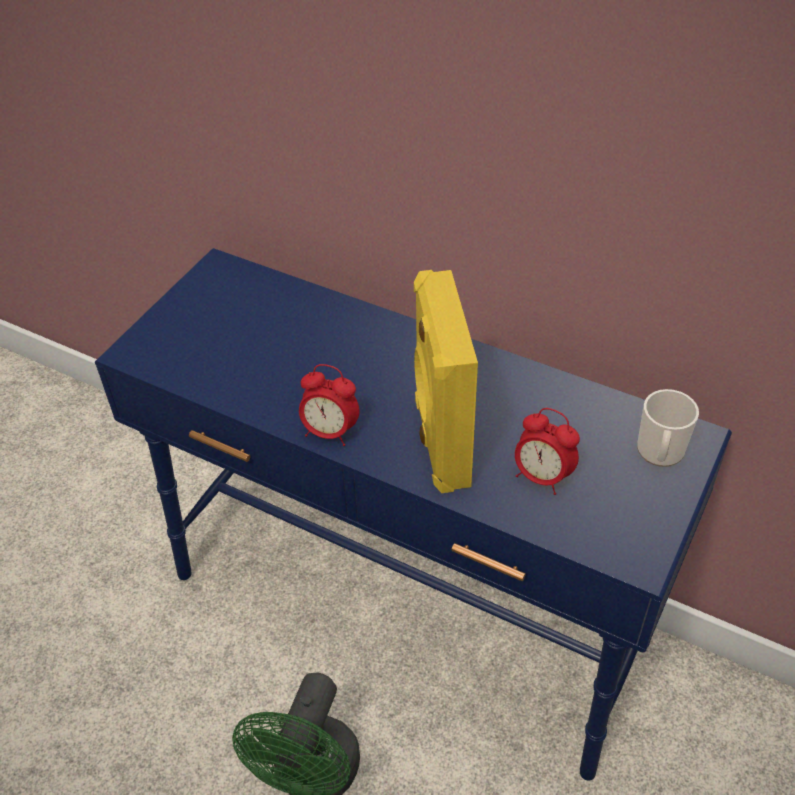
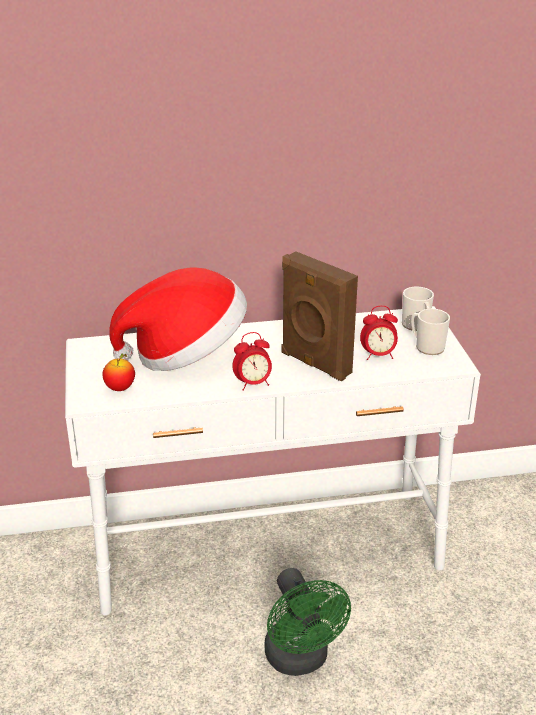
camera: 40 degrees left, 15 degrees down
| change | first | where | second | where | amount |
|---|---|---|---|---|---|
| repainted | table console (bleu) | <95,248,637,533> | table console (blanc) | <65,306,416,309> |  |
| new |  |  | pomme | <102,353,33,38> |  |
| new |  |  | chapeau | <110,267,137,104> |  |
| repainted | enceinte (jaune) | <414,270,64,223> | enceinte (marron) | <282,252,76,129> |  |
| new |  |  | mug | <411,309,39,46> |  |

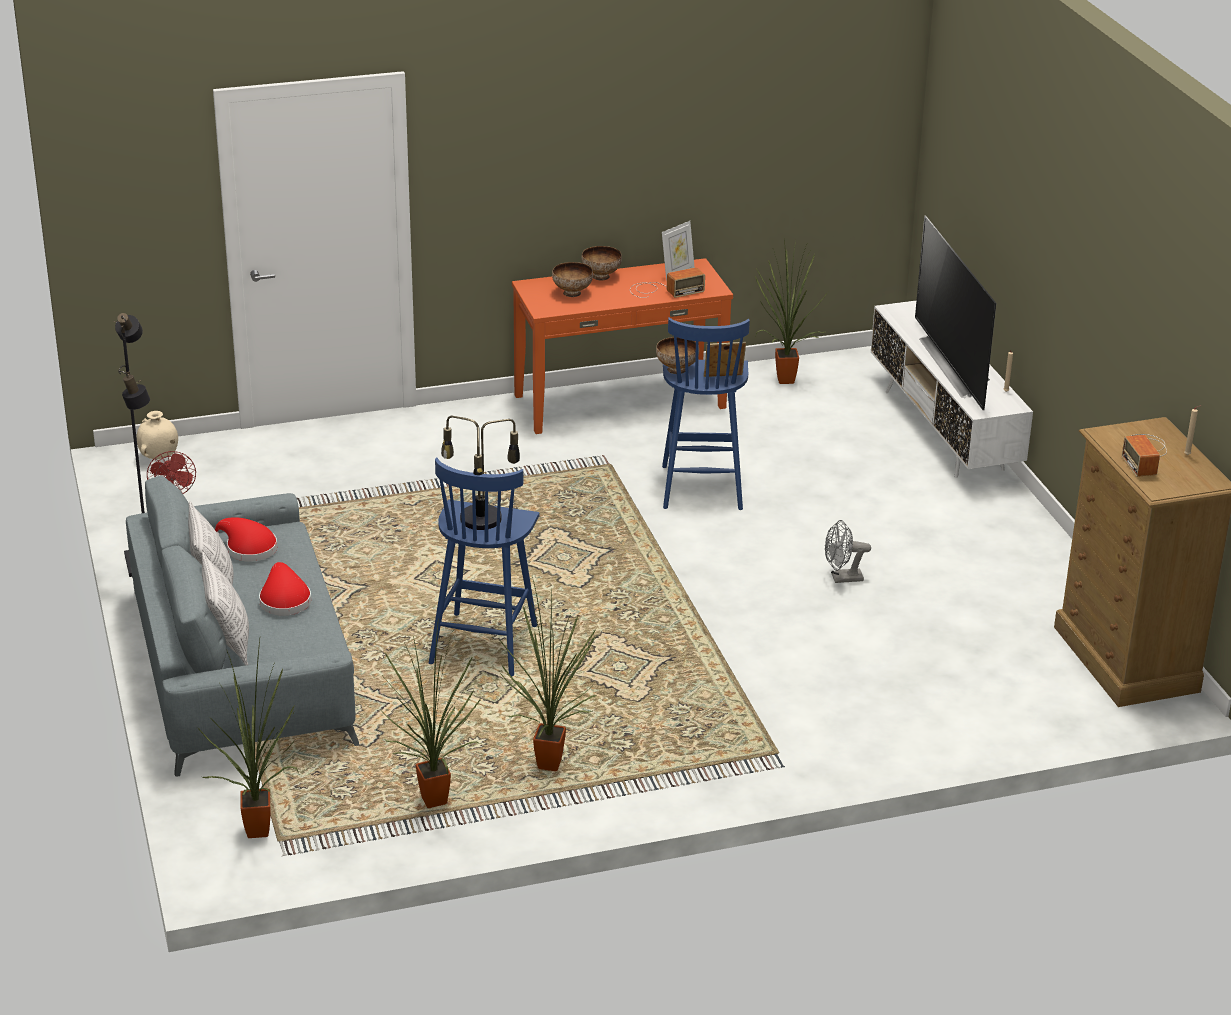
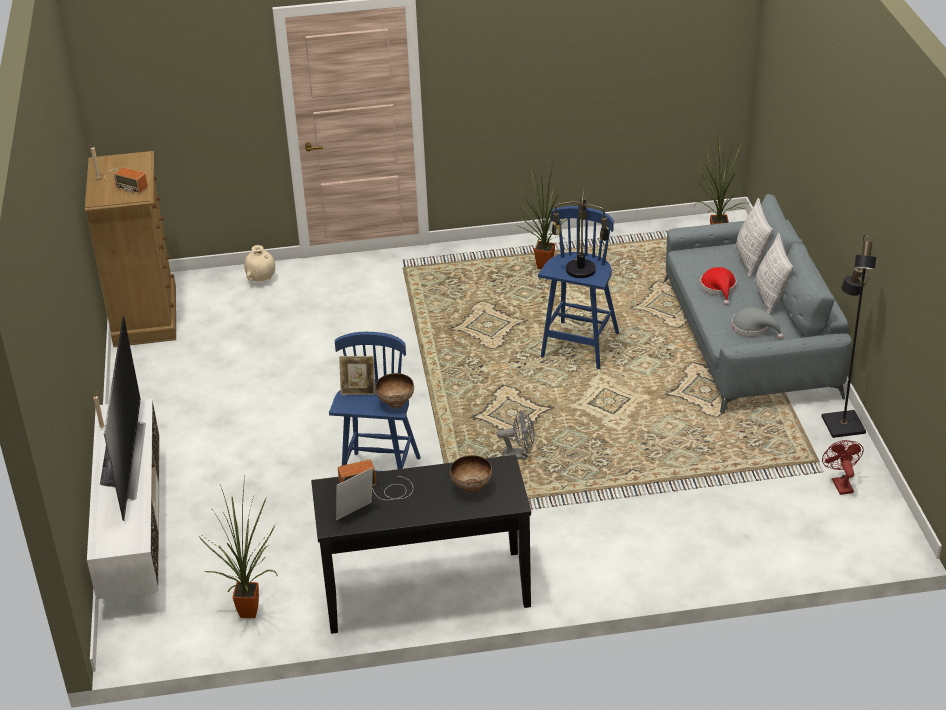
camera: 170 degrees left, 5 degrees up
| change | first | where | second | where | amount |
|---|---|---|---|---|---|
| rotated | radio | <1122,434,45,43> |  | <105,167,43,27> | 120 degrees clockwise |
| shifted | vase (beige) | <136,411,42,48> |  | <244,245,31,37> |  |
| repainted | table console (orange) | <512,258,221,176> | table console (noir) | <311,455,220,179> |  |
| shifted | ventilateur (gris) | <825,520,46,63> |  | <497,410,38,49> |  |
| repainted | chapeau (rouge) | <215,517,62,45> | chapeau (gris) | <731,307,52,32> |  |
| gone | plante en pot | <382,624,99,184> |  |  |  |
| gone | bol | <581,246,41,34> |  |  |  |

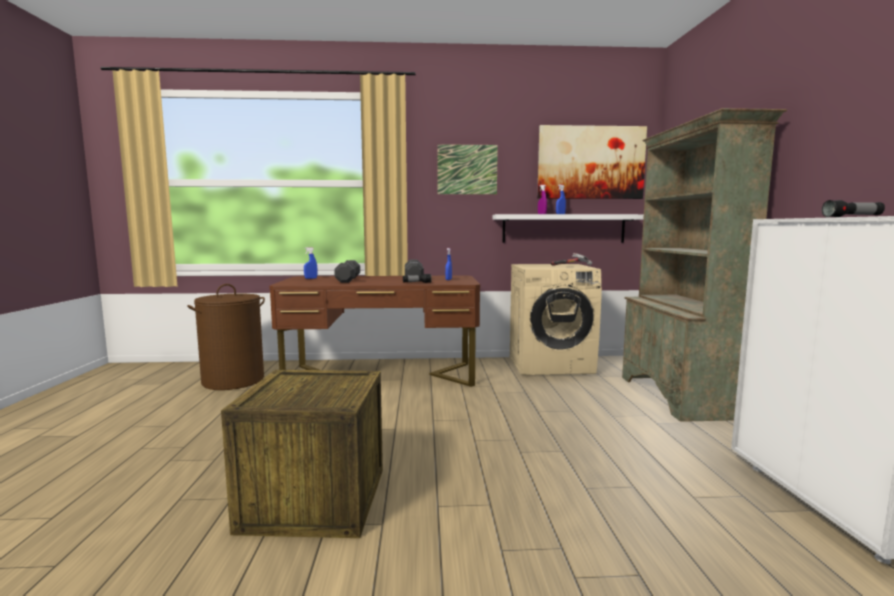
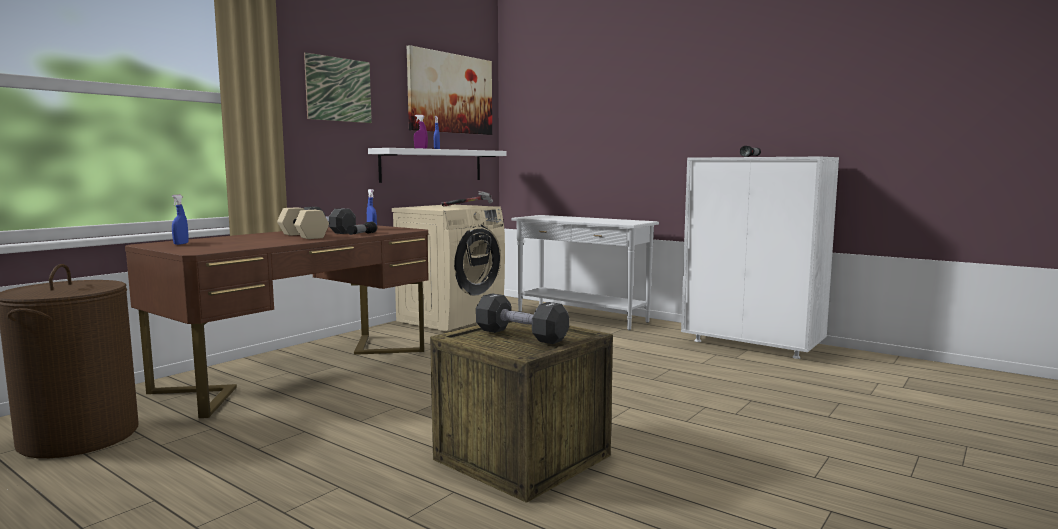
camera: 50 degrees left, 0 degrees up
| change | first | where | second | where | amount |
|---|---|---|---|---|---|
| new |  |  | haltère (beige) | <277,207,52,32> |  |
| shifted | haltère (noir) | <334,260,26,23> |  | <476,293,93,51> |  |
| swapped | bibliothèque (vert) | <622,108,165,314> | table console (blanc) | <511,215,148,115> |  |

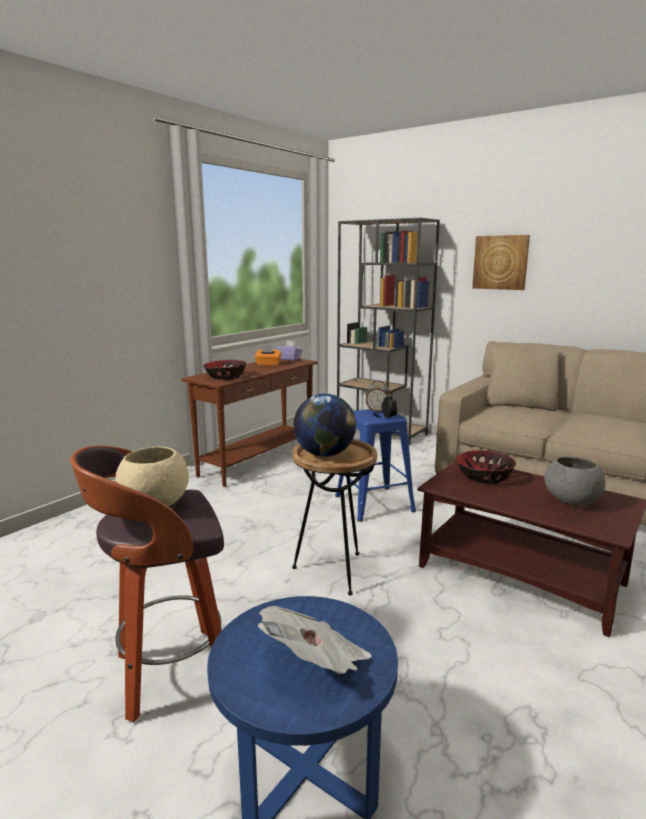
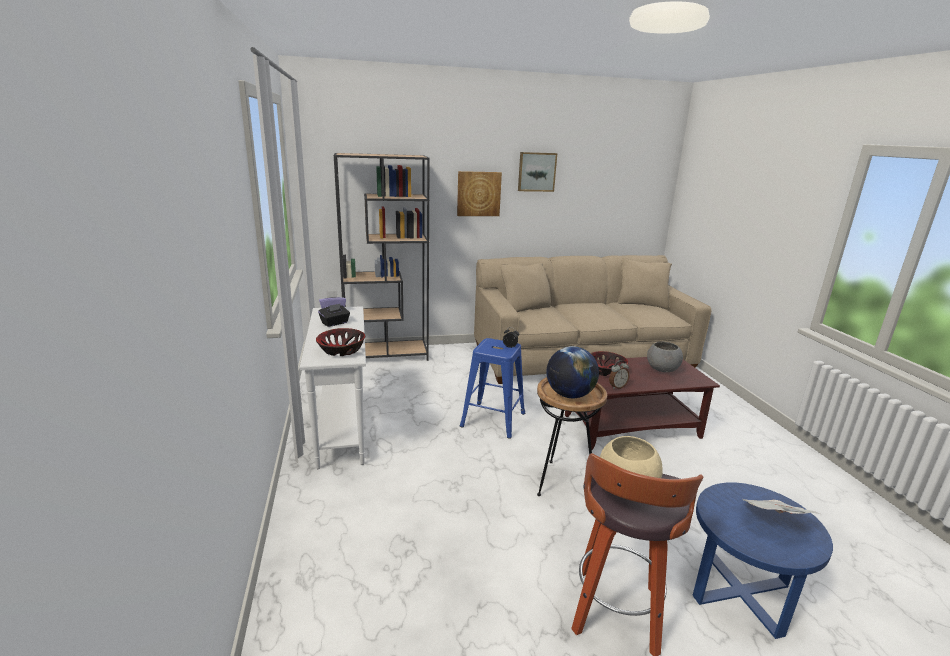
camera: 50 degrees left, 5 degrees up
| change | first | where | second | where | amount |
|---|---|---|---|---|---|
| repainted | table console (marron) | <182,359,136,128> | table console (blanc) | <300,306,66,163> |  |
| repainted | boîte à mouchoirs (orange) | <255,346,27,20> | boîte à mouchoirs (noir) | <318,303,32,24> |  |
| new |  |  | tableau | <518,152,39,40> |  |
| shifted | réveil | <366,380,24,32> |  | <609,360,21,29> |  |

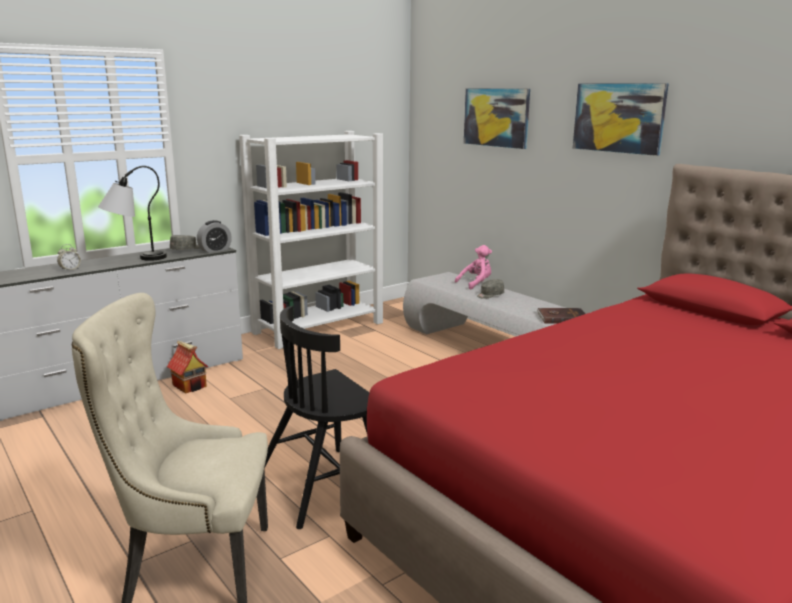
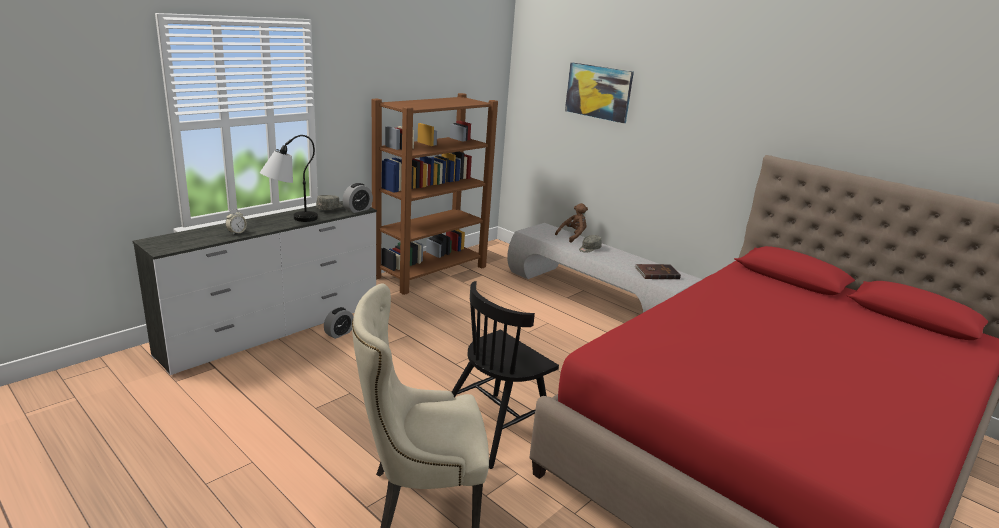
camera: 10 degrees left, 5 degrees up
| change | first | where | second | where | amount |
|---|---|---|---|---|---|
| swapped | maison miniature | <167,341,41,52> | réveil | <324,307,30,32> |  |
| repainted | bibliothèque (blanc) | <239,131,144,218> | bibliothèque (marron) | <372,93,126,202> |  |
| repainted | peluche (rose) | <455,245,37,45> | peluche (marron) | <555,203,33,40> |  |
| gone | tableau | <573,83,96,73> |  |  |  |

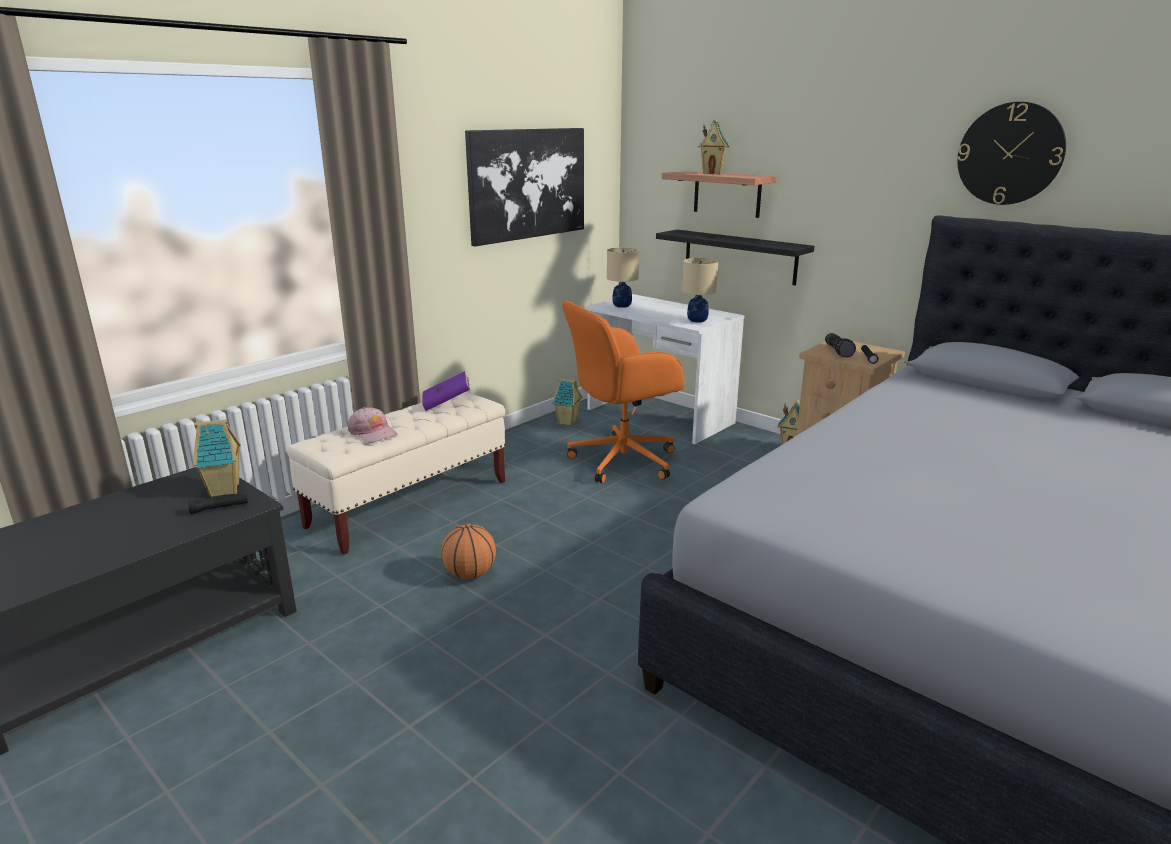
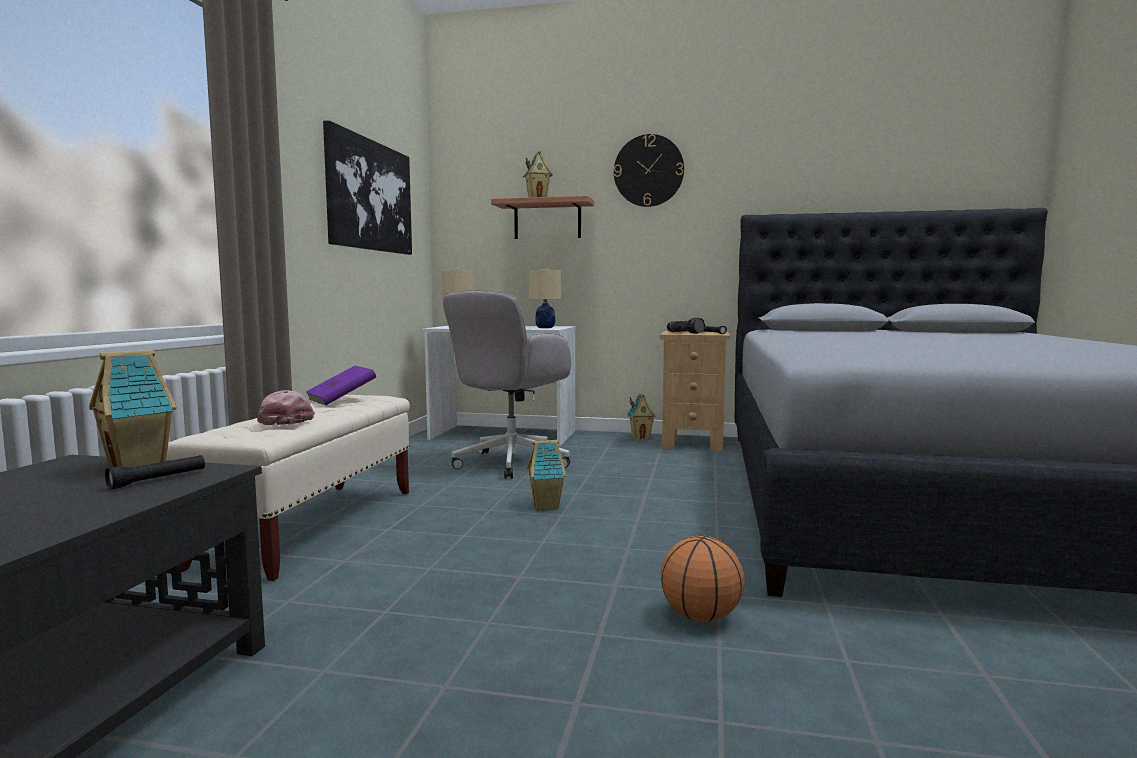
camera: 30 degrees left, 15 degrees down
| change | first | where | second | where | amount |
|---|---|---|---|---|---|
| rotated | casquette (rose) | <347,407,50,36> |  | <257,390,58,35> | 135 degrees counterclockwise |
| repainted | chaise de bureau (orange) | <562,301,122,182> | chaise de bureau (gris) | <443,290,128,189> |  |
| shifted | maison miniature | <552,378,31,48> |  | <527,440,39,70> |  |
| shifted | horloge murale | <957,102,109,103> |  | <614,134,70,73> |  |
| shifted | ballon de basket | <441,524,55,55> |  | <660,535,85,87> |  |
| gone | étagère (noir) | <656,230,159,56> |  |  |  |

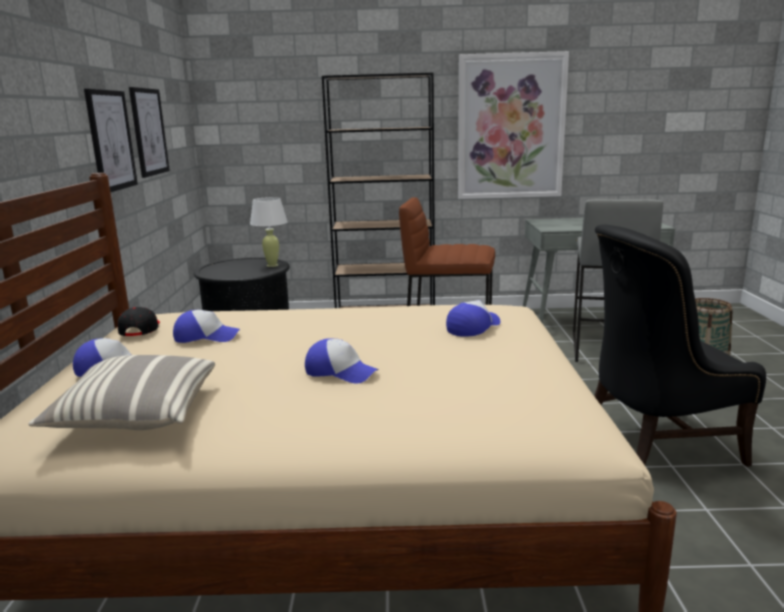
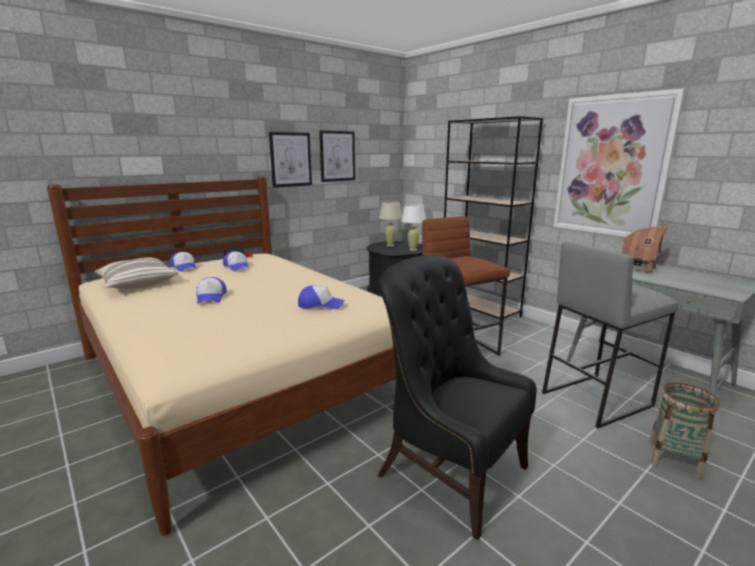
camera: 50 degrees right, 0 degrees up
| change | first | where | second | where | amount |
|---|---|---|---|---|---|
| new |  |  | lampe de table (beige) | <379,201,23,45> |  |
| new |  |  | maison miniature | <622,222,46,52> |  |

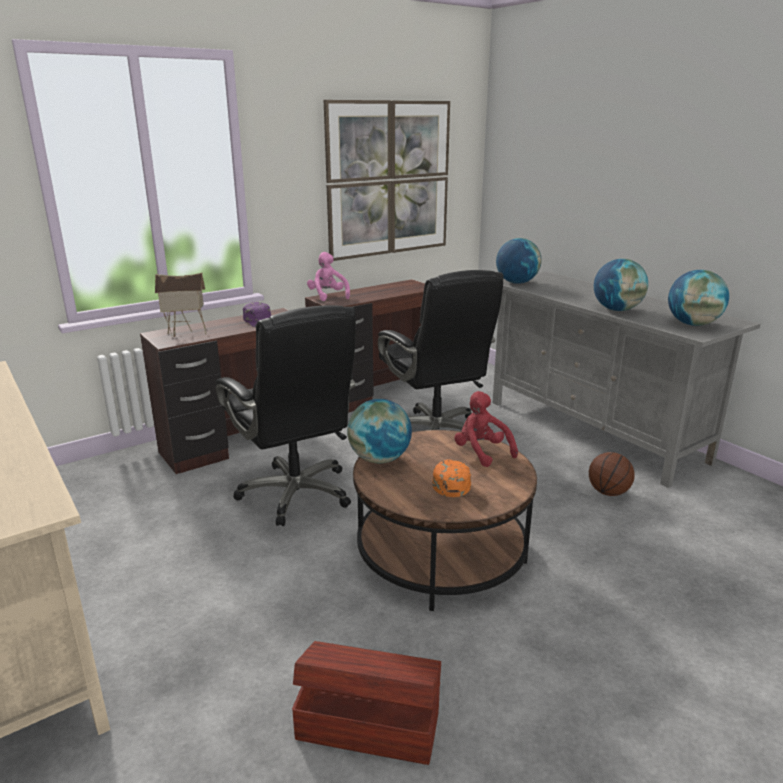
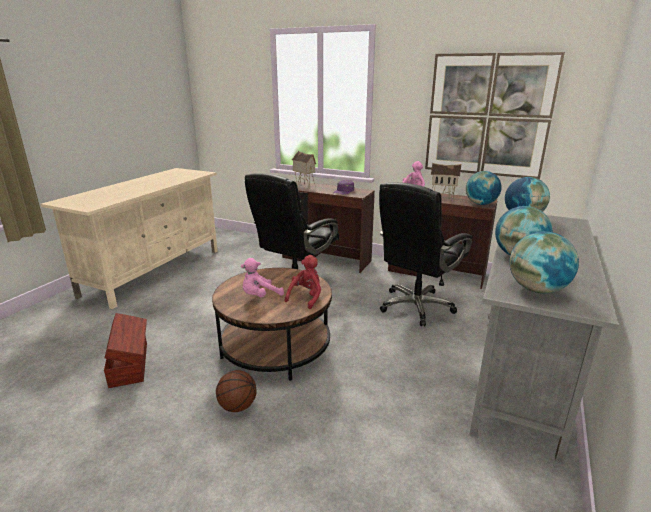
camera: 60 degrees right, 0 degrees up
| change | first | where | second | where | amount |
|---|---|---|---|---|---|
| shifted | ballon de basket | <589,452,46,44> |  | <216,370,40,42> |  |
| swapped | casquette (orange) | <432,459,39,38> | peluche (rose) | <241,258,43,39> |  |
| new |  |  | maison miniature | <431,163,31,38> |  |
| shifted | globe | <347,399,65,64> |  | <466,171,36,34> |  |

